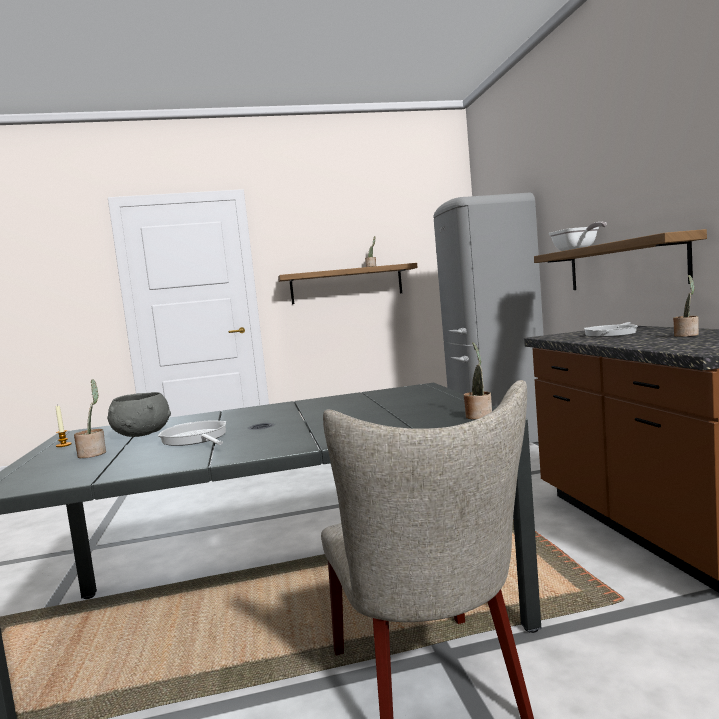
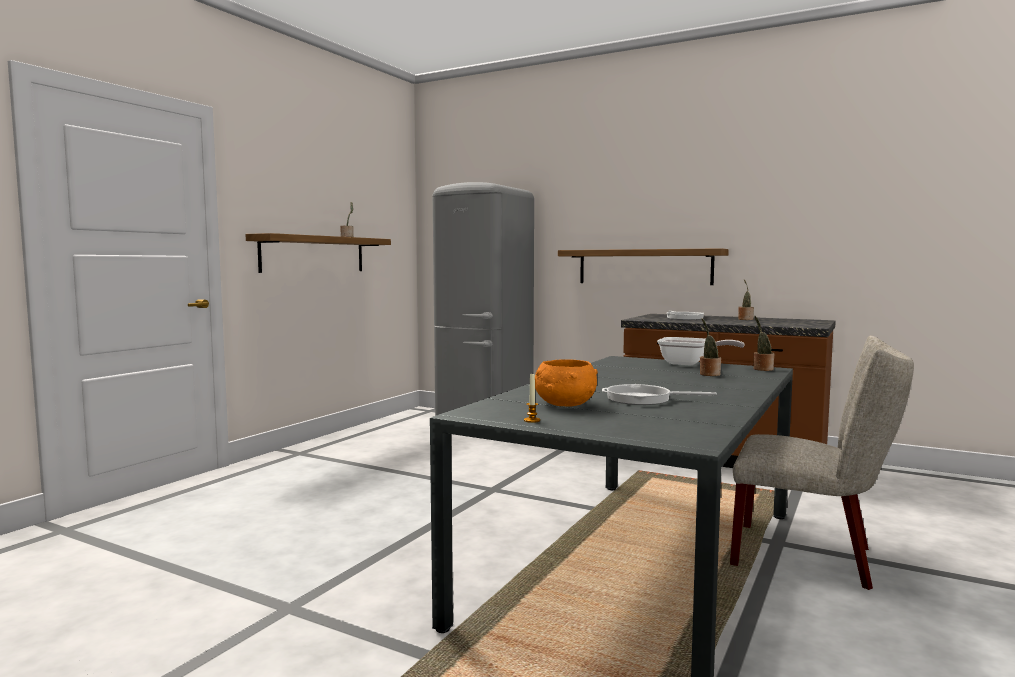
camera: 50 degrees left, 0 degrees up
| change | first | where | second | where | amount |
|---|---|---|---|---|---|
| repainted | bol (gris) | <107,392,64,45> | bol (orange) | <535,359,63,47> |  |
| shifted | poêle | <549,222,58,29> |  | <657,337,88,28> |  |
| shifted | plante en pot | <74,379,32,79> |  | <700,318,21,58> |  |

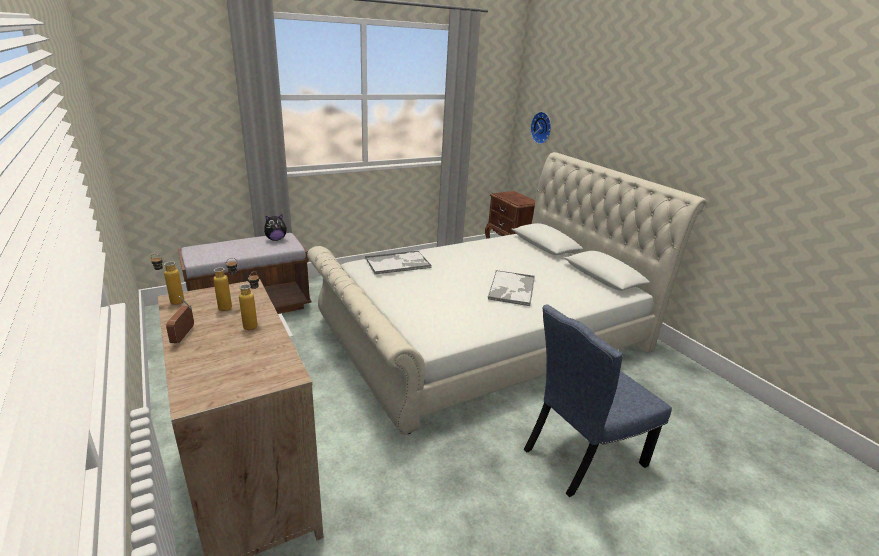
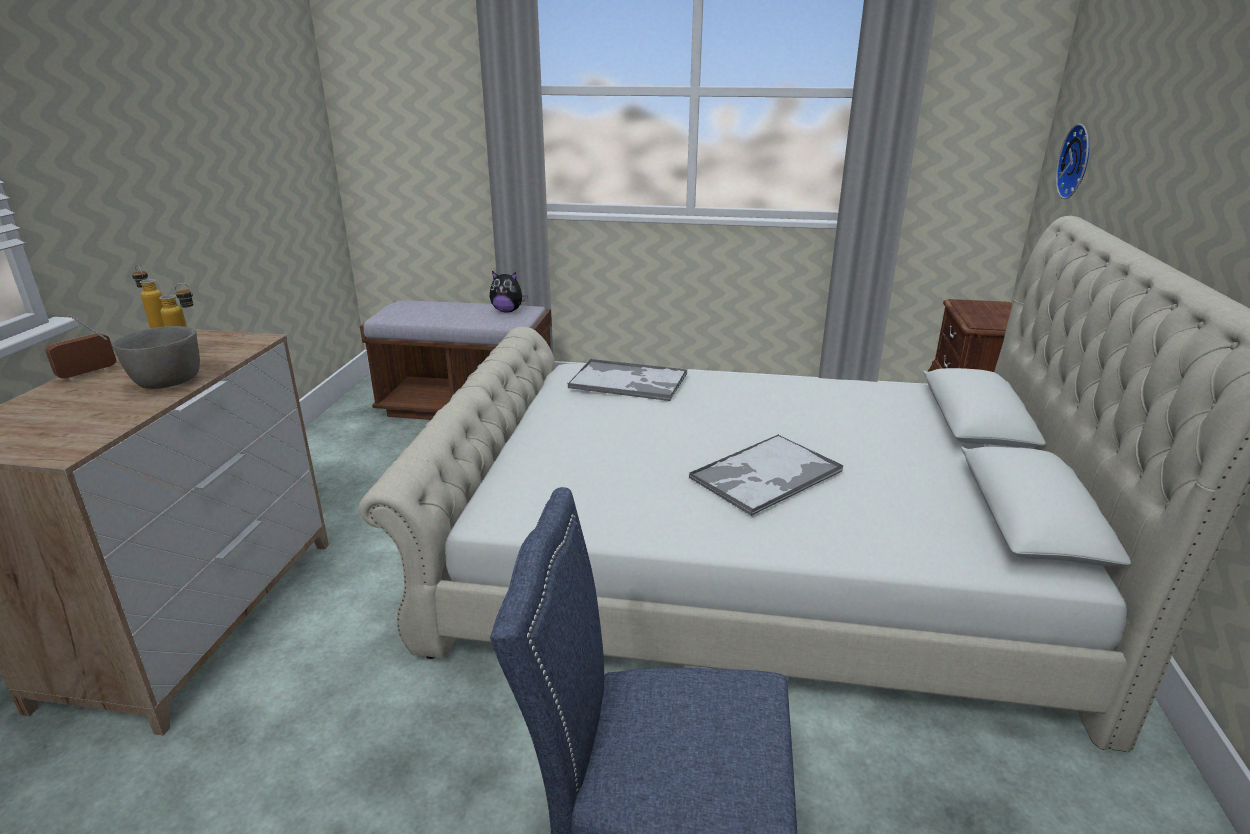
camera: 40 degrees right, 0 degrees up
| change | first | where | second | where | amount |
|---|---|---|---|---|---|
| swapped | bouteille | <239,271,20,59> | bol (gris) | <113,326,87,63> |  |

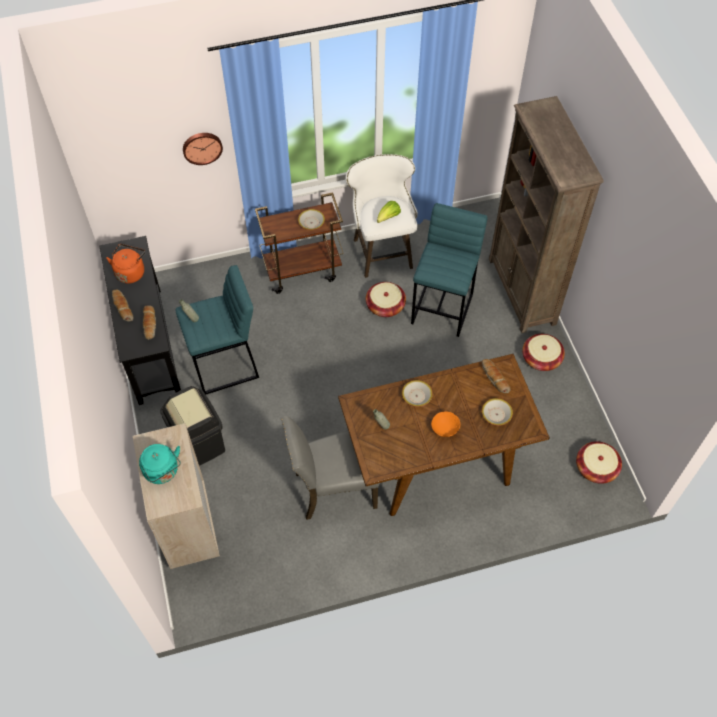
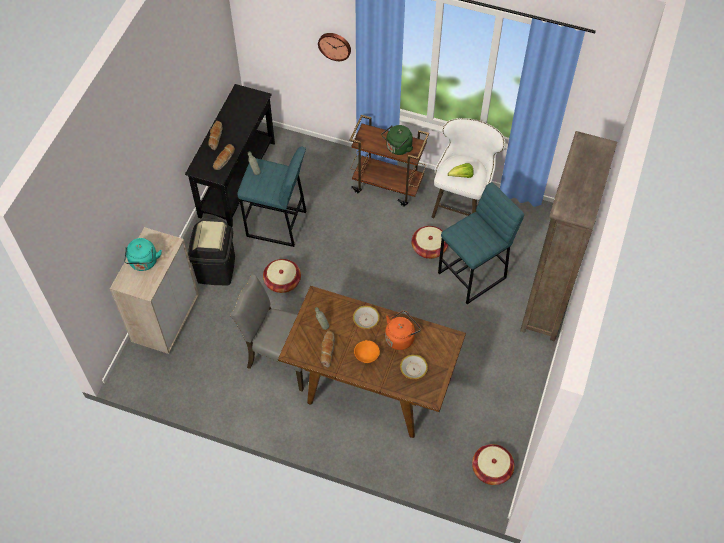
camera: 35 degrees right, 0 degrees up
| change | first | where | second | where | amount |
|---|---|---|---|---|---|
| shifted | panier | <522,334,43,37> |  | <263,259,38,34> |  |
| shifted | pain | <482,359,28,34> |  | <321,331,14,36> |  |
| swapped | bol | <298,209,27,21> | bouilloire (vert) | <382,125,31,30> |  |
| shifted | bouilloire (orange) | <106,244,39,40> |  | <385,310,36,40> |  |

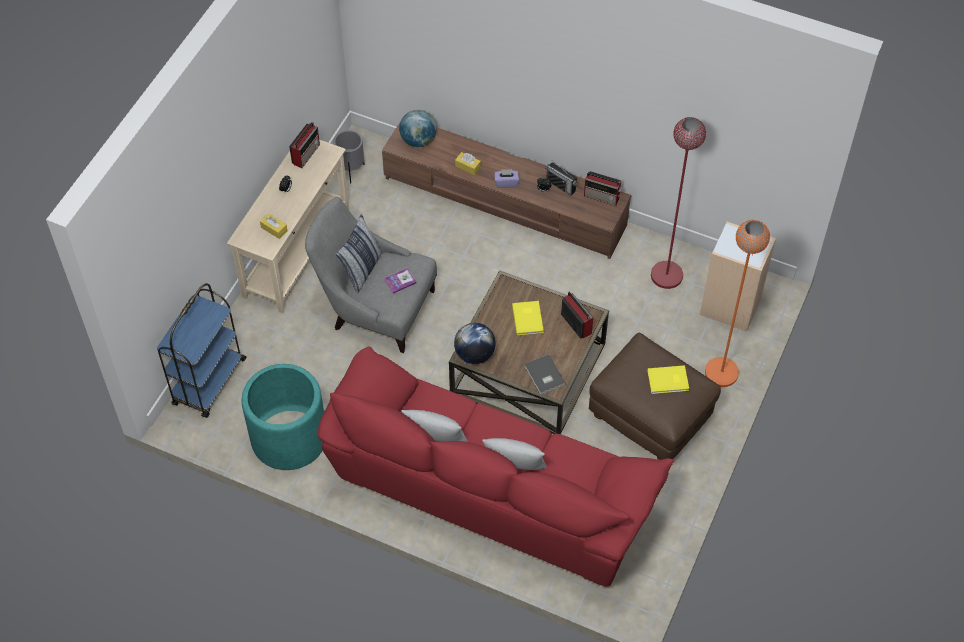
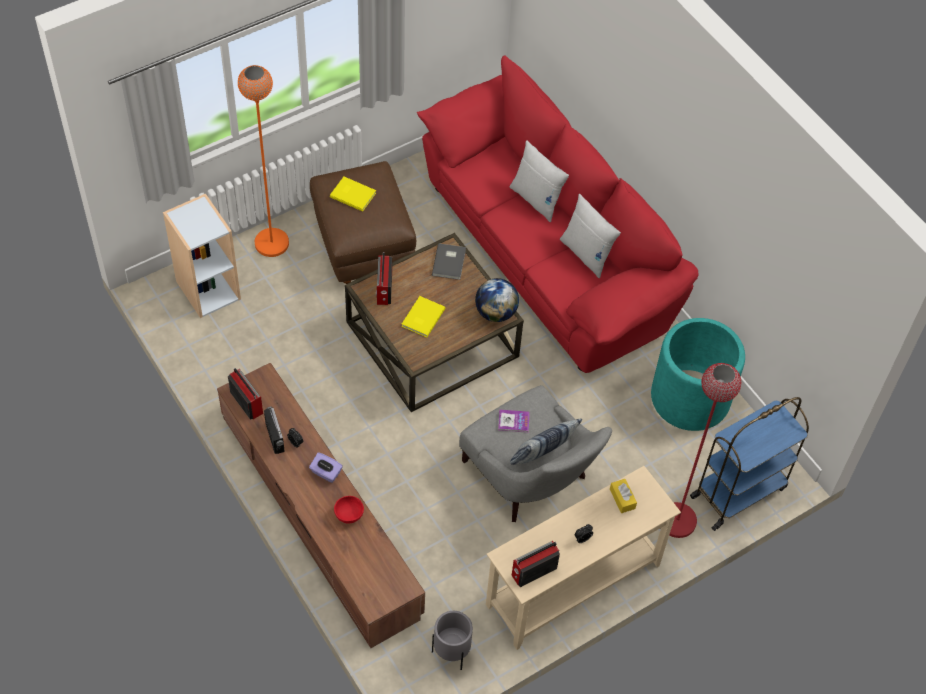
camera: 150 degrees left, 0 degrees up
| change | first | where | second | where | amount |
|---|---|---|---|---|---|
| swapped | boîte à mouchoirs (jaune) | <455,152,26,23> | bol (rouge) | <334,496,30,28> |  |
| shifted | lampadaire (rouge) | <651,117,55,172> |  | <669,363,72,175> |  |
| gone | globe | <399,110,38,37> |  |  |  |

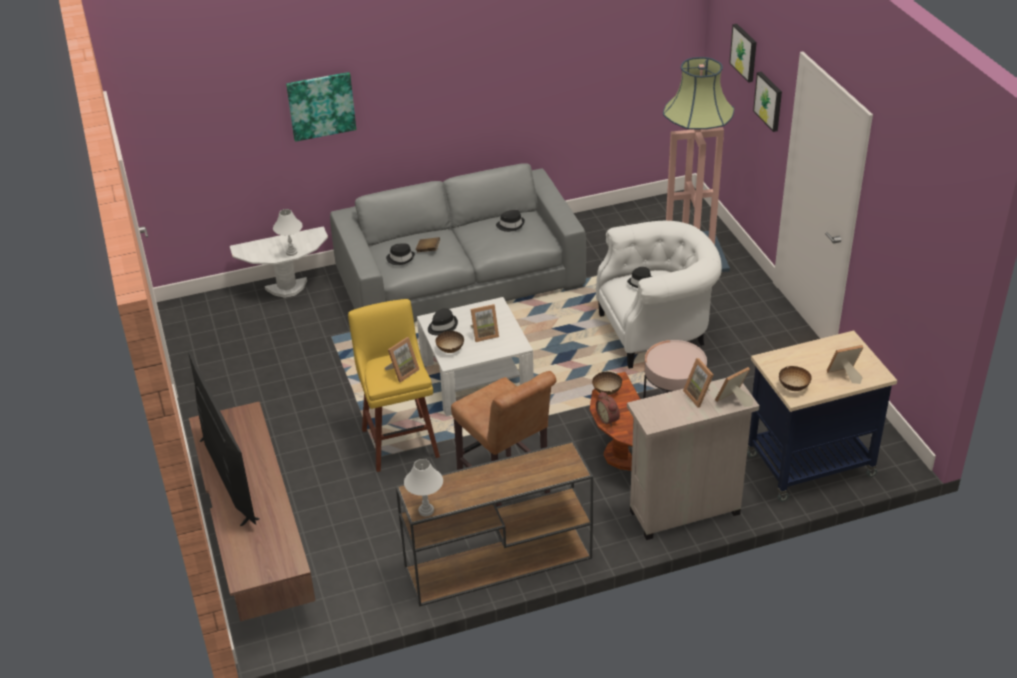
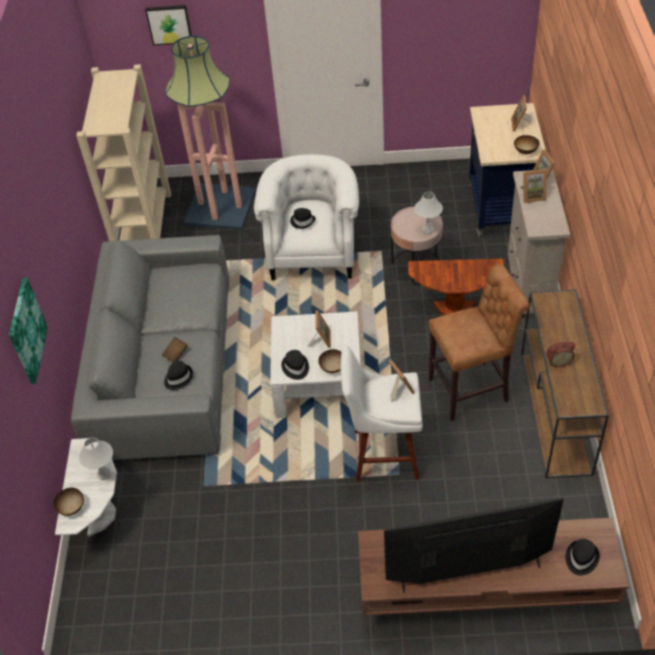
camera: 70 degrees left, 10 degrees up
| change | first | where | second | where | amount |
|---|---|---|---|---|---|
| shifted | bol | <592,372,30,23> |  | <53,488,31,28> |  |
| new |  |  | bibliothèque (beige) | <76,64,95,177> |  |
| repainted | tabouret (jaune) | <348,299,92,173> | tabouret (blanc) | <340,345,83,137> |  |
| shifted | lampe de table (blanc) | <404,459,39,57> |  | <414,192,29,42> |  |
| shifted | réveil | <596,391,24,36> |  | <546,342,29,25> |  |
| shifted | chapeau (noir) | <496,210,29,22> |  | <566,539,34,37> |  |
| gone | tableau | <753,72,29,60> |  |  |  |

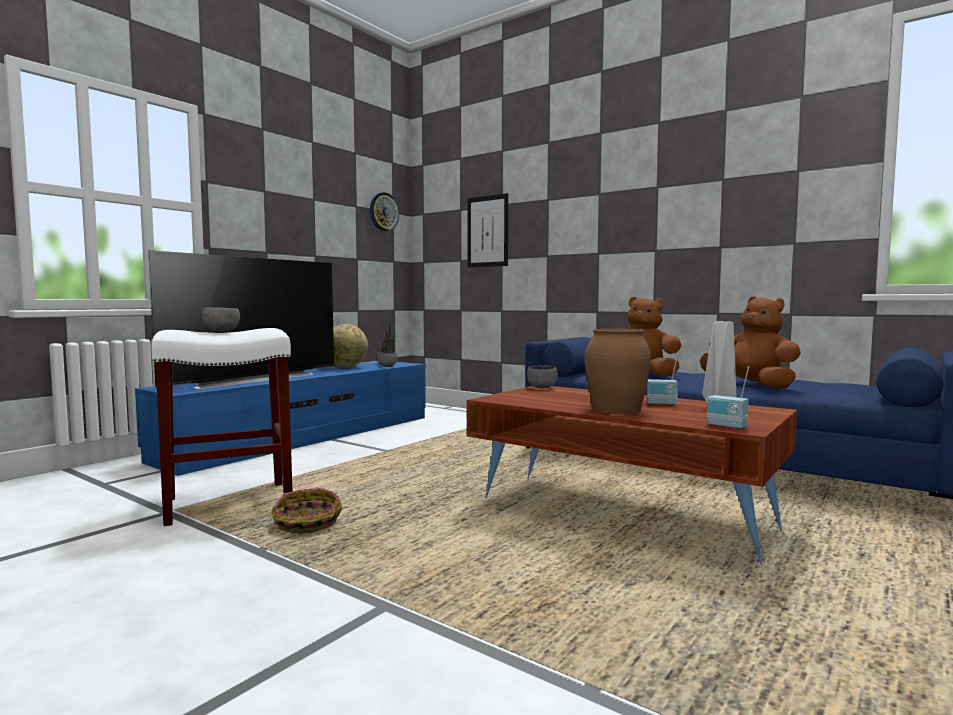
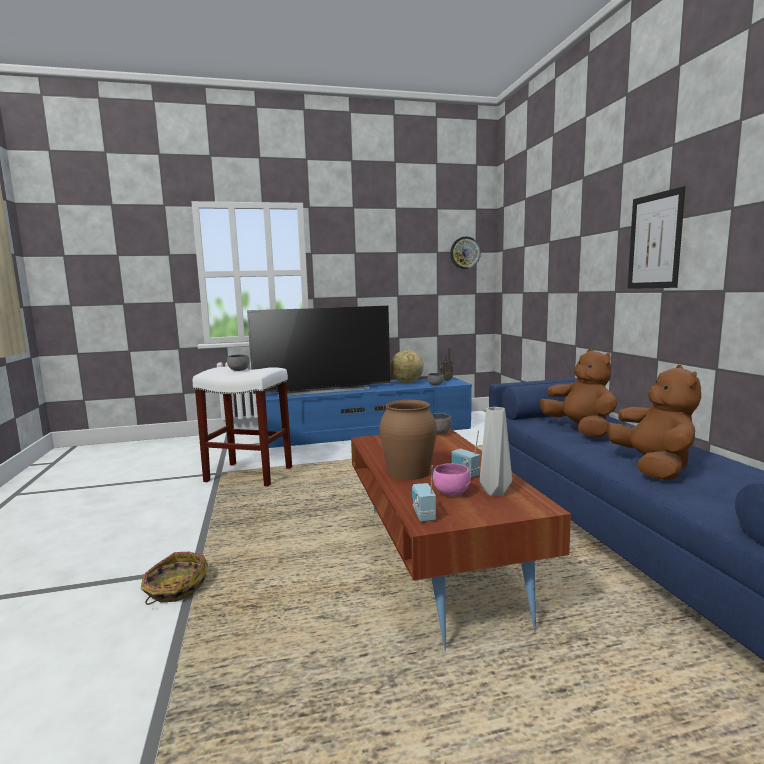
camera: 40 degrees right, 5 degrees up
| change | first | where | second | where | amount |
|---|---|---|---|---|---|
| shifted | panier | <271,488,71,45> |  | <141,552,67,53> |  |
| new |  |  | bol (rose) | <433,463,38,33> |  |
| shifted | tableau | <467,193,41,75> |  | <628,186,57,103> |  |

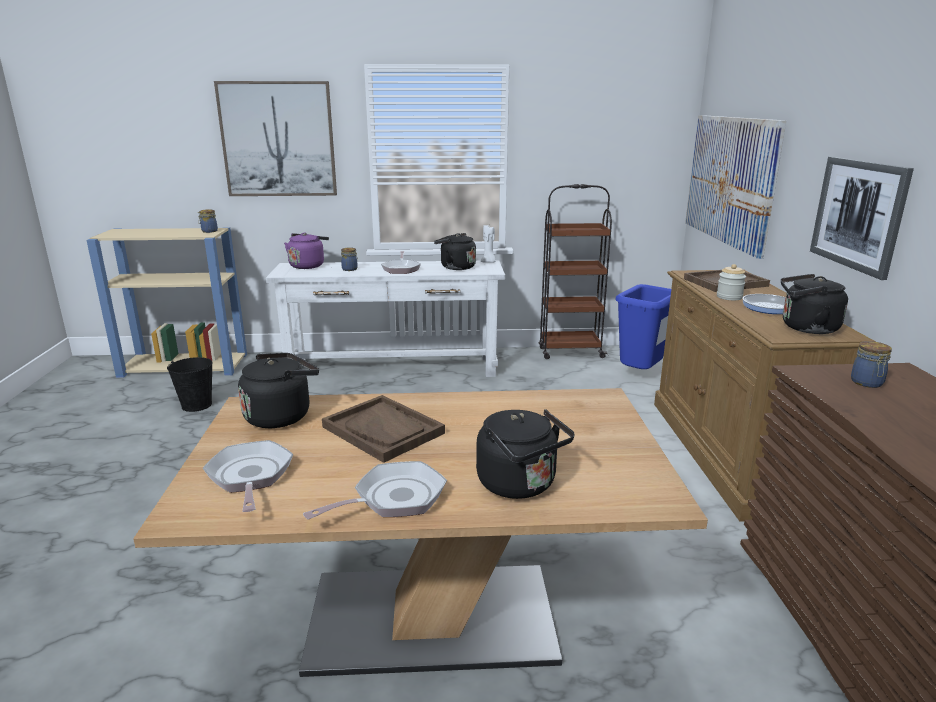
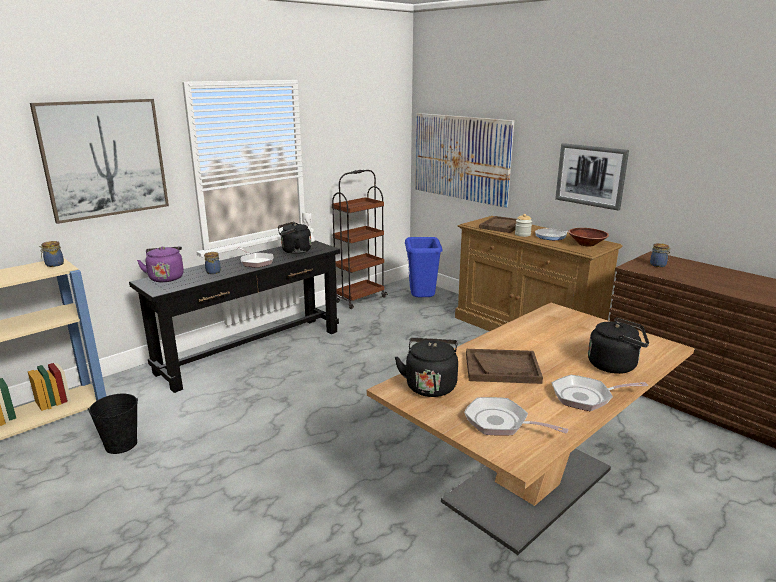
camera: 40 degrees left, 0 degrees up
| change | first | where | second | where | amount |
|---|---|---|---|---|---|
| repainted | table console (blanc) | <266,260,239,117> | table console (noir) | <129,240,212,153> |  |
| rotated | poêle | <303,461,144,59> |  | <552,375,96,36> | 105 degrees counterclockwise |
| swapped | bouilloire (noir) | <781,274,67,60> | bol (marron) | <568,228,41,19> |  |

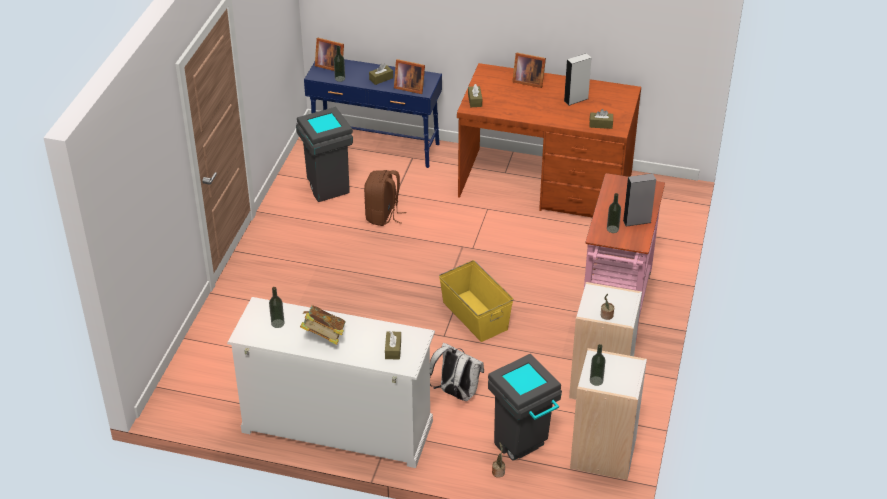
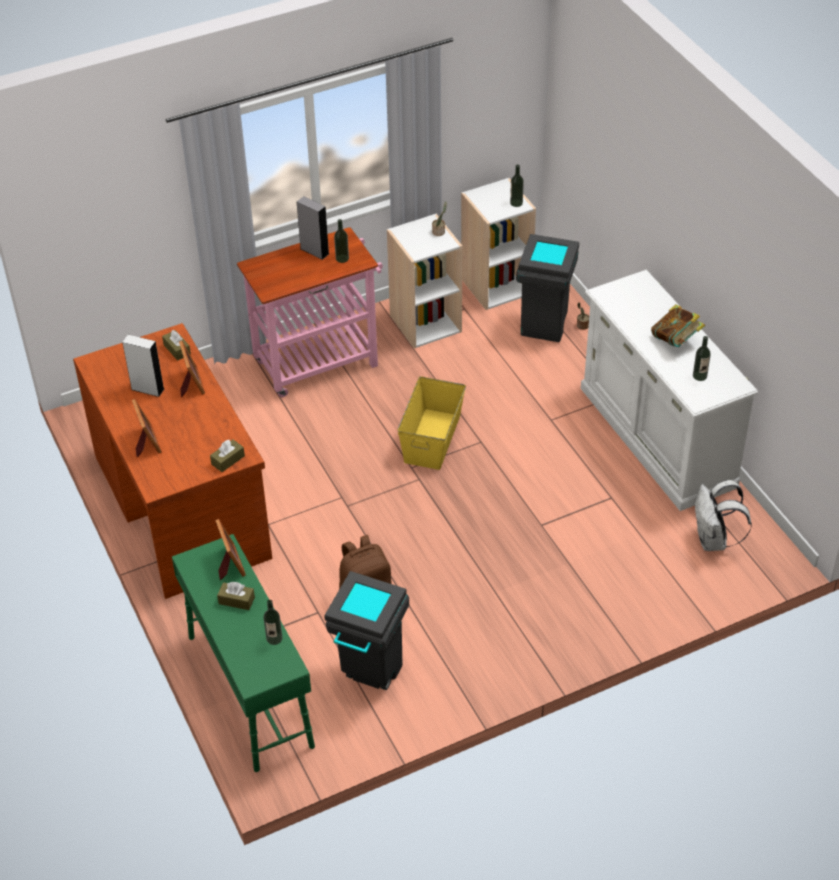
camera: 130 degrees left, 5 degrees up
| change | first | where | second | where | amount |
|---|---|---|---|---|---|
| repainted | table console (bleu) | <304,59,138,109> | table console (vert) | <172,534,143,238> |  |
| shifted | cadre photo | <315,38,29,33> |  | <179,341,26,56> |  |
| shifted | sac à dos (blanc) | <430,343,54,58> |  | <695,480,57,71> |  |
| gone | boîte à mouchoirs (marron) | <385,331,16,29> |  |  |  |

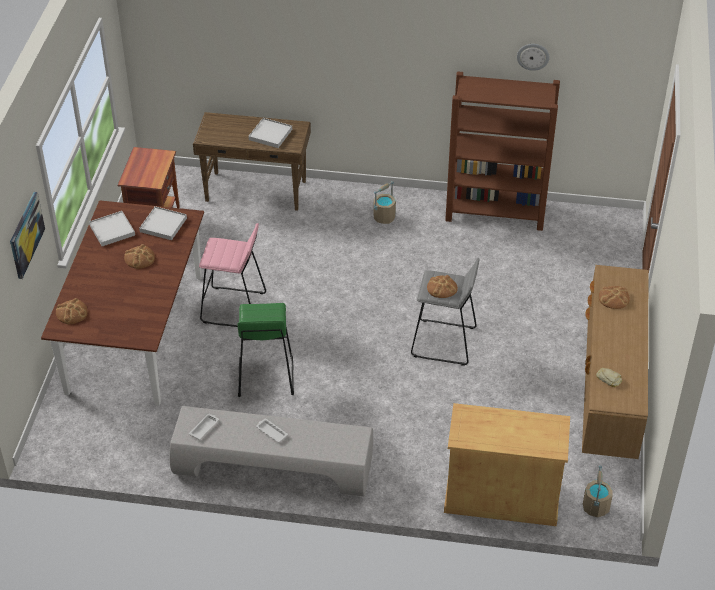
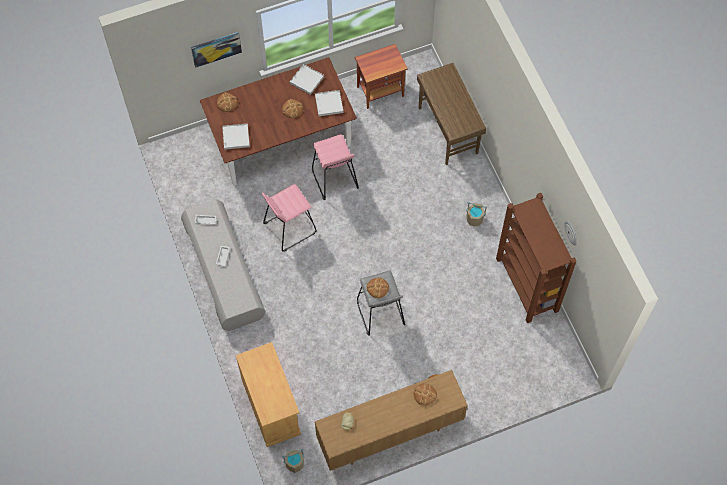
camera: 60 degrees right, 20 degrees up
| change | first | where | second | where | amount |
|---|---|---|---|---|---|
| shifted | plateau (blanc) | <248,118,44,30> |  | <222,123,28,27> |  |
| repainted | tabouret (vert) | <238,303,56,94> | tabouret (rose) | <262,184,55,67> |  |

